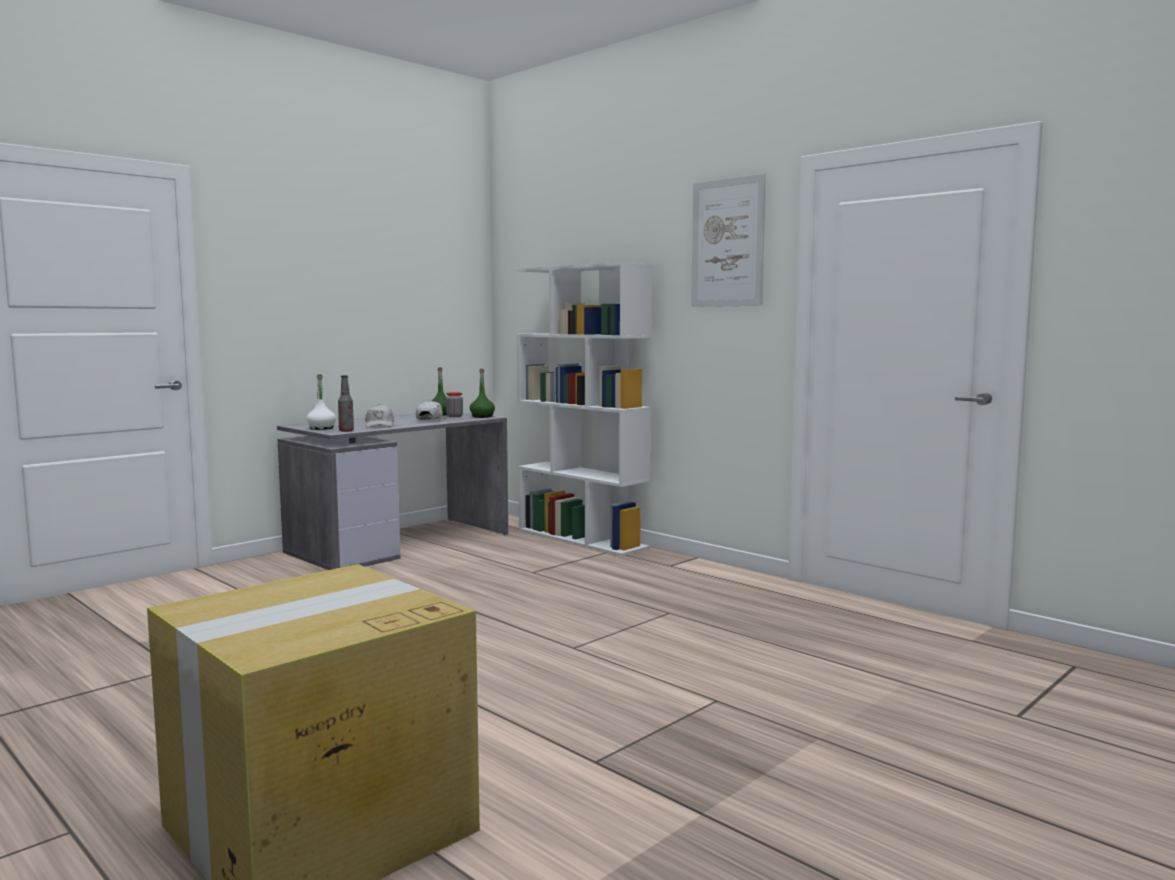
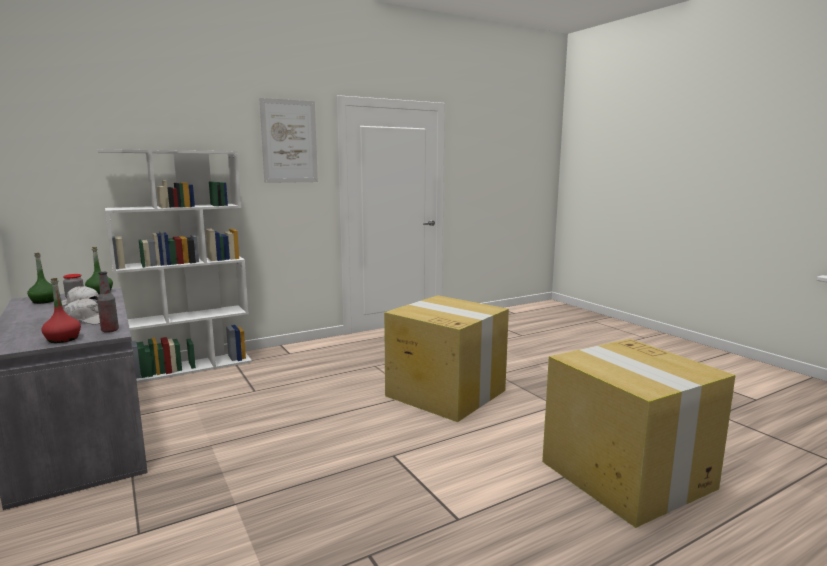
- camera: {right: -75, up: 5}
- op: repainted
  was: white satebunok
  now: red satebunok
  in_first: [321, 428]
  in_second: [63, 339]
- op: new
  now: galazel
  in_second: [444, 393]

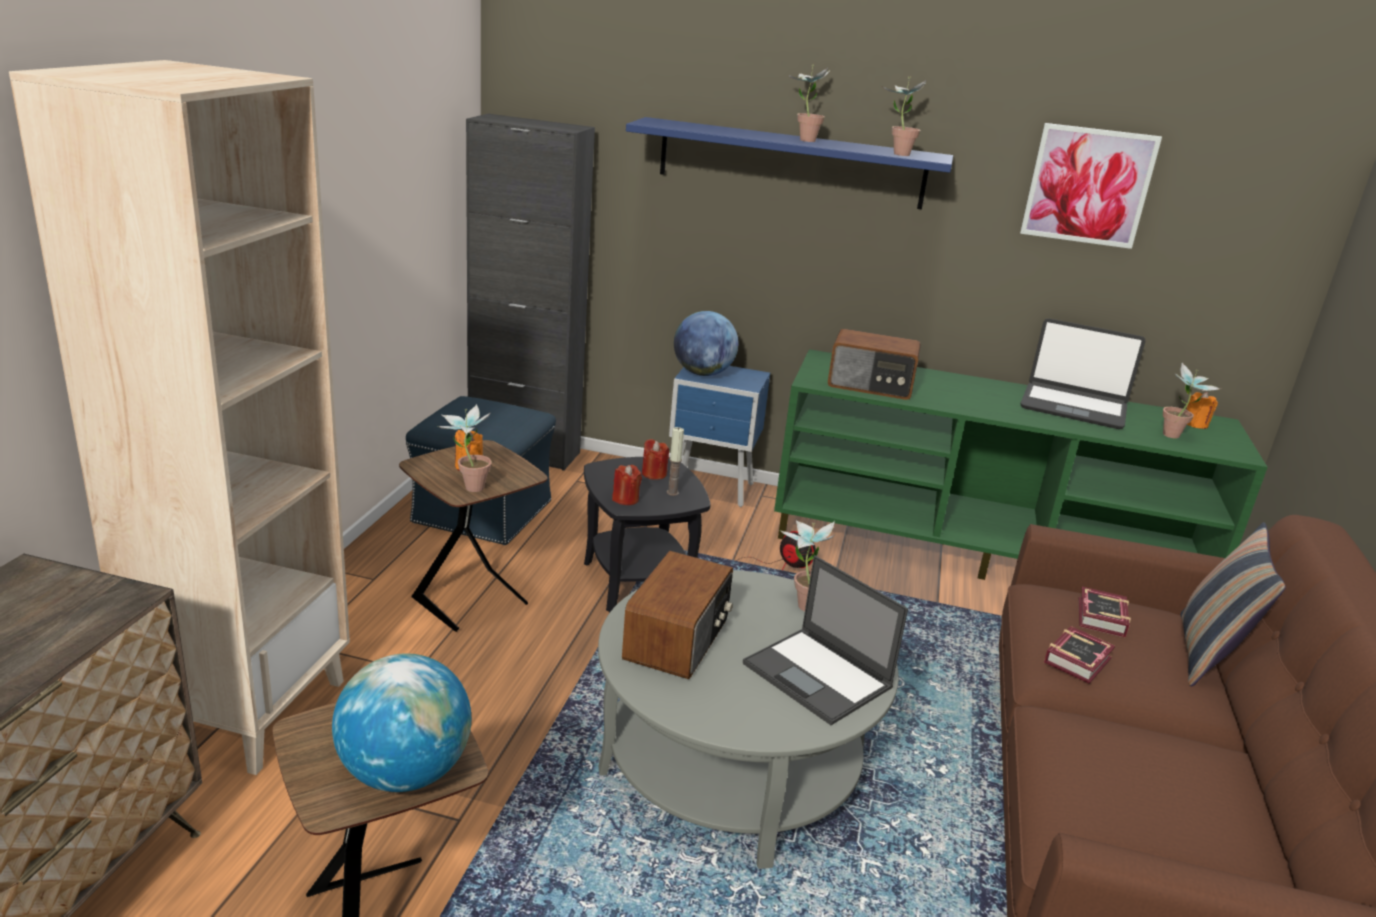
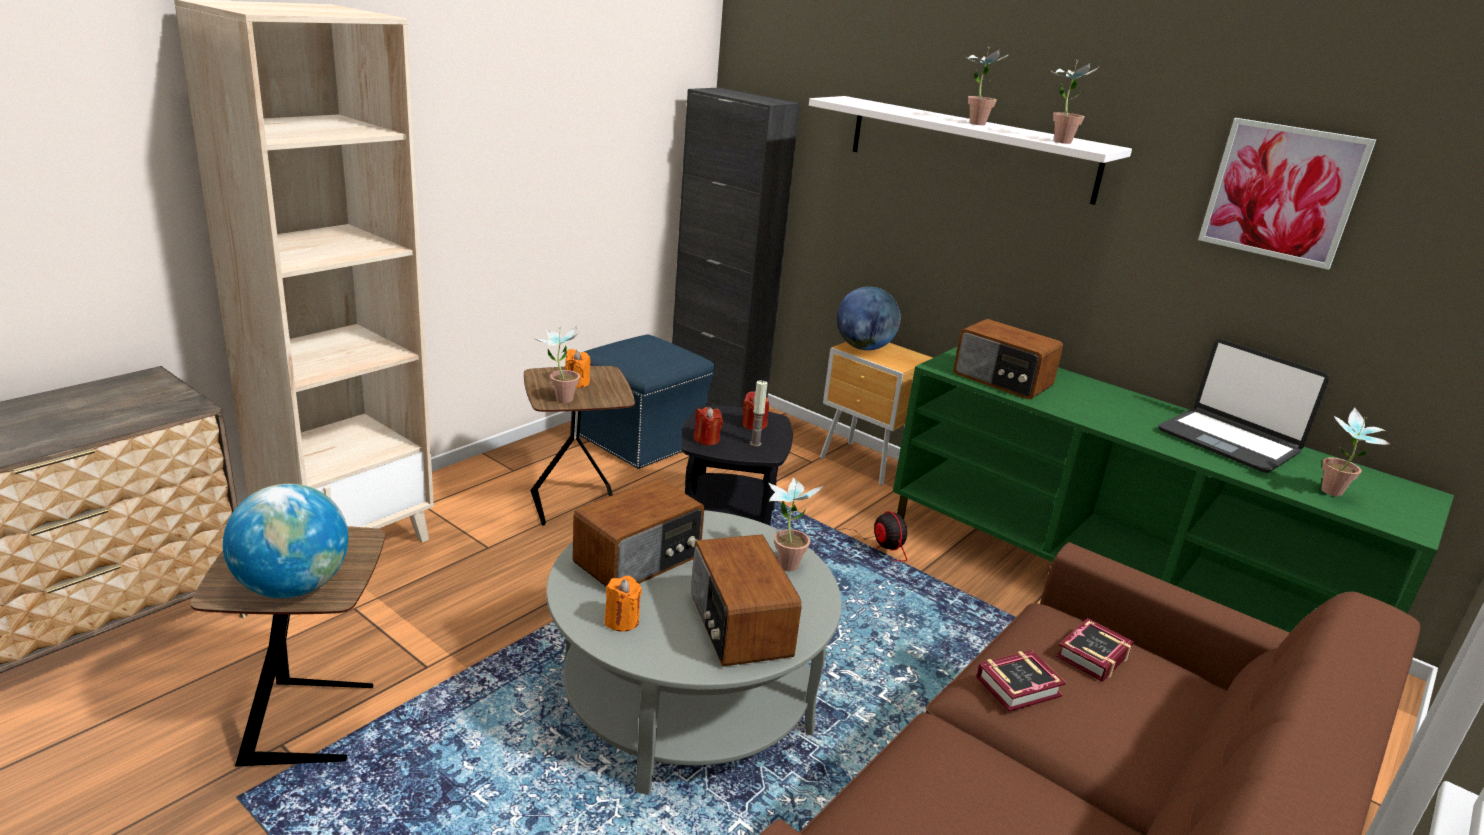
- camera: {right: 25, up: 0}
- op: repainted
  was: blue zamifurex
  now: white zamifurex
  in_first: [791, 163]
  in_second: [970, 148]
- op: repainted
  was: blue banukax
  now: brown banukax
  in_first: [712, 490]
  in_second: [865, 465]
- op: shifted
  was: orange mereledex
  in_first: [1195, 424]
  in_second: [621, 621]
- op: gone
  was: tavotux
  in_first: [1207, 654]
- op: swapped
  was: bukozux
  now: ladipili
  in_first: [818, 676]
  in_second: [738, 625]

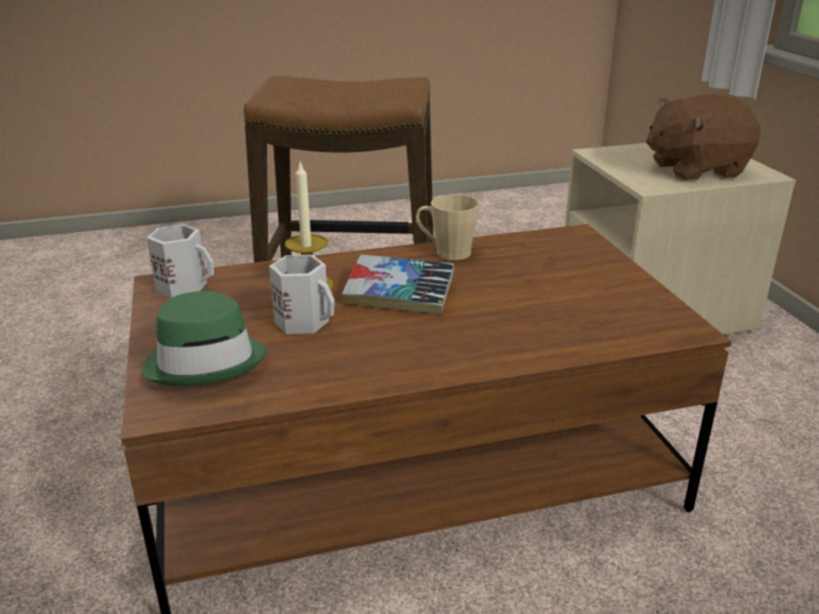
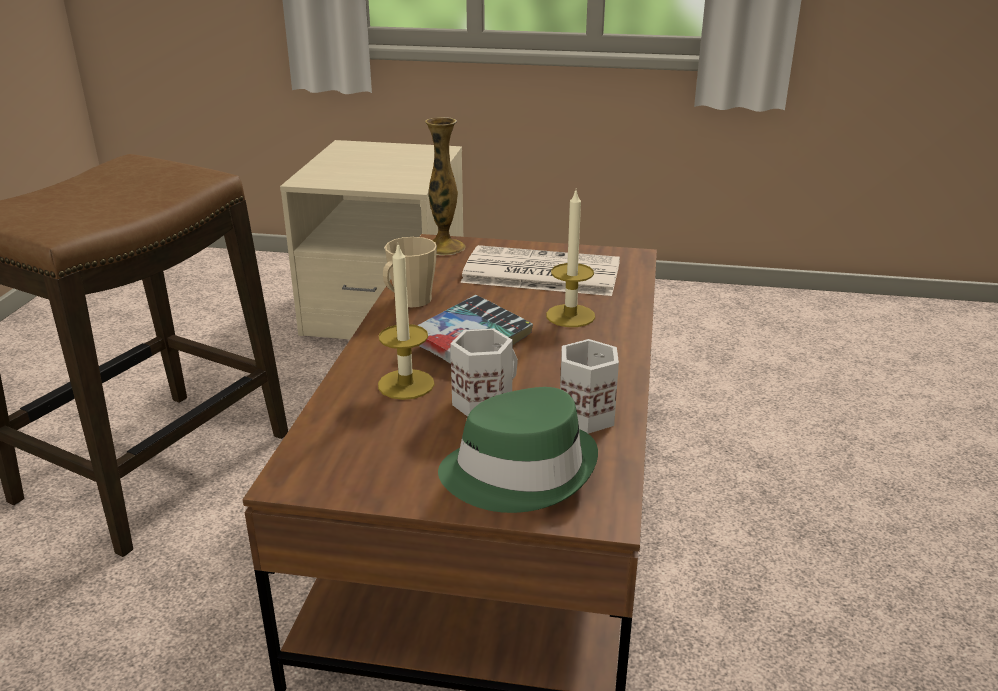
- camera: {right: -65, up: 0}
- op: gone
  was: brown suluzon
  in_first: [695, 169]
- op: shifted
  was: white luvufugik
  in_first: [184, 286]
  in_second: [585, 414]
- op: new
  now: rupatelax
  in_second: [444, 247]
- op: new
  now: mereledex
  in_second: [570, 316]
- op: new
  now: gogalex
  in_second: [539, 273]

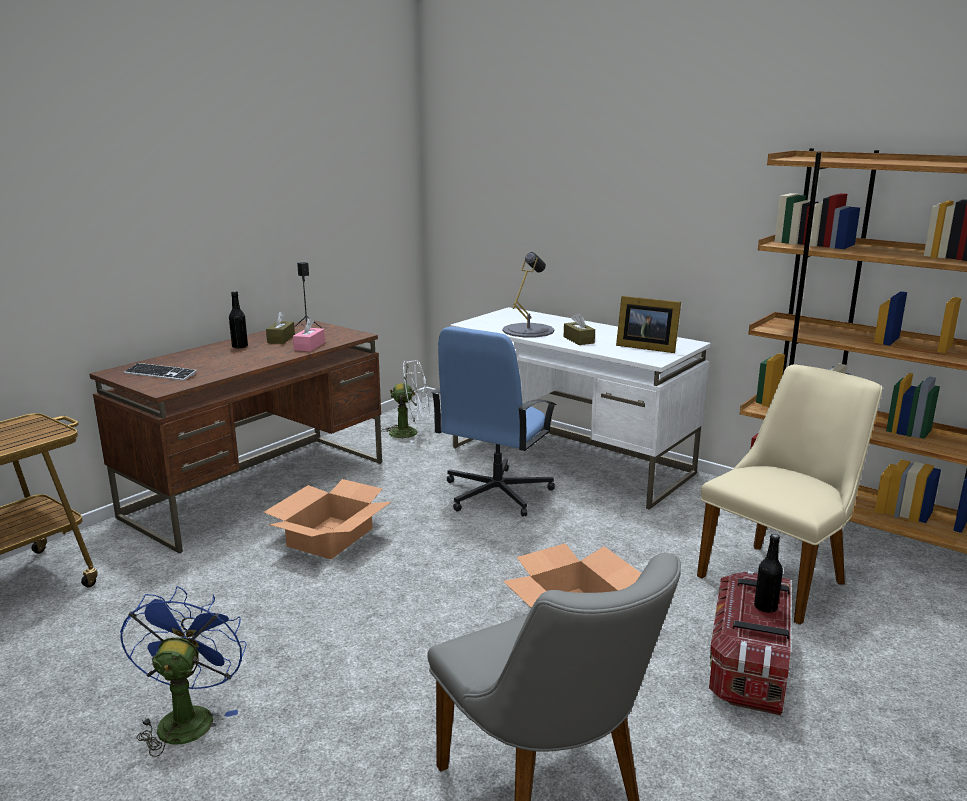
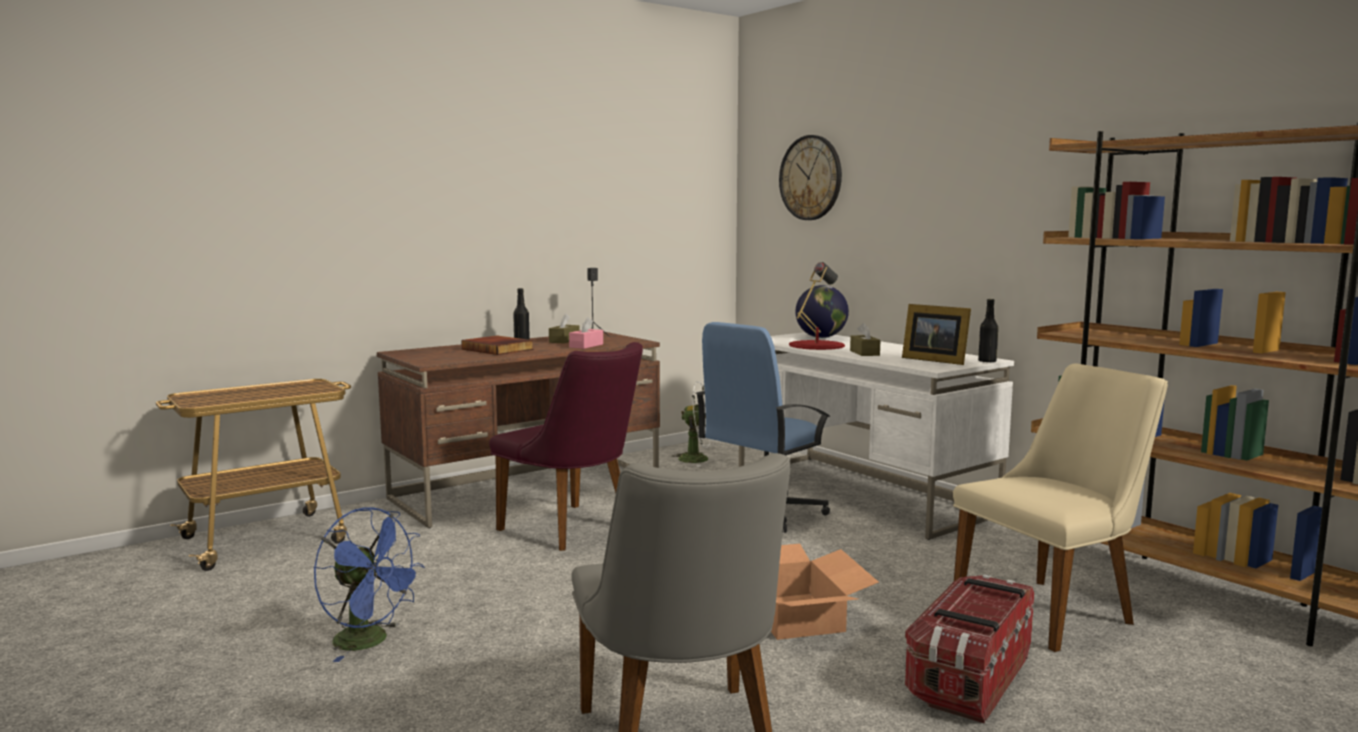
- camera: {right: 15, up: -10}
- op: repainted
  was: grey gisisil
  now: red gisisil
  in_first: [528, 330]
  in_second: [816, 345]
- op: gone
  was: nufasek
  in_first: [160, 374]
- op: swapped
  was: galazel
  now: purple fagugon
  in_first: [330, 537]
  in_second: [575, 530]
- op: shifted
  was: black satebunok
  in_first: [765, 607]
  in_second: [987, 361]
- op: rotated
  was: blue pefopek
  in_first: [187, 717]
  in_second: [370, 642]
  clockwise: 105
- op: new
  now: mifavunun
  in_second: [811, 178]
- op: new
  now: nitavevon
  in_second: [821, 337]
- op: new
  now: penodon
  in_second: [499, 349]

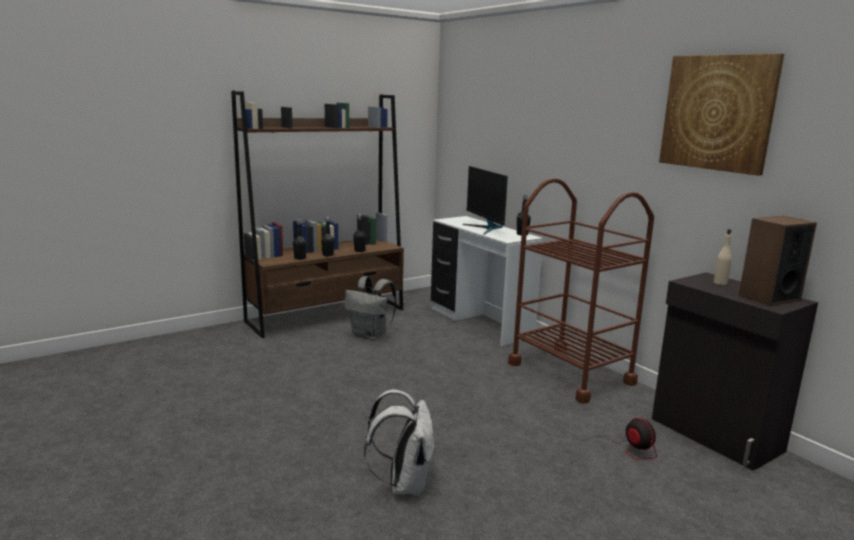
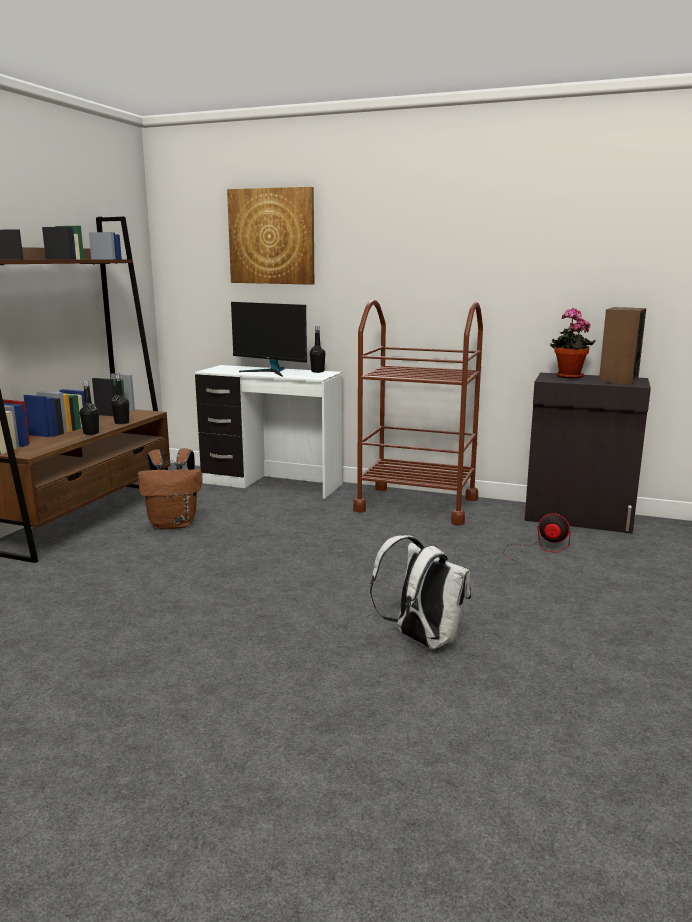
- camera: {right: -35, up: 0}
- op: shifted
  was: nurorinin
  in_first: [718, 113]
  in_second: [272, 236]
- op: gone
  was: black satebunok
  in_first: [300, 258]
- op: swapped
  was: beige satebunok
  now: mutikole
  in_first: [720, 283]
  in_second: [568, 377]
- op: repainted
  was: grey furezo
  now: brown furezo
  in_first: [370, 335]
  in_second: [174, 524]

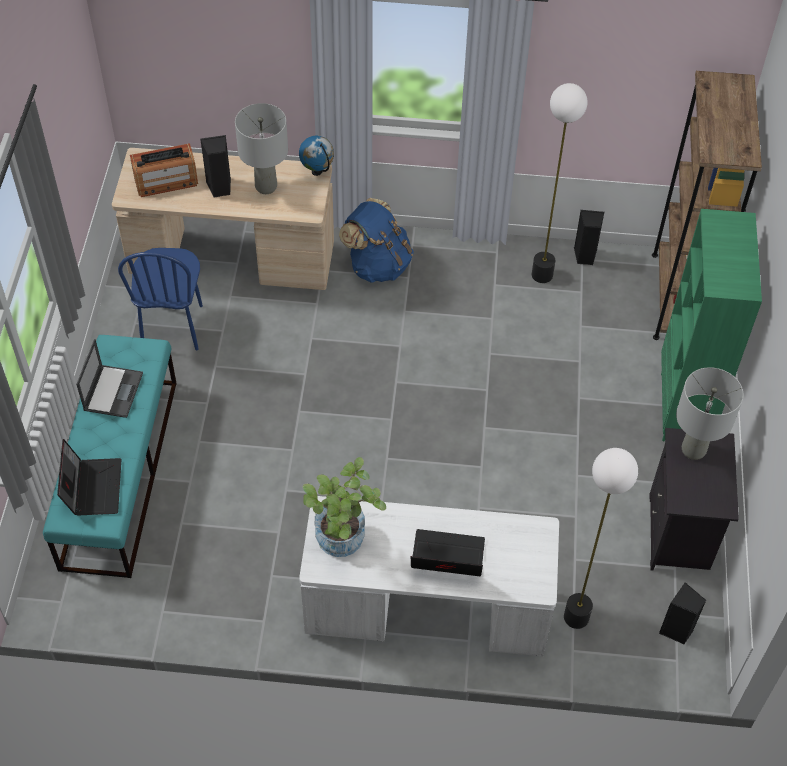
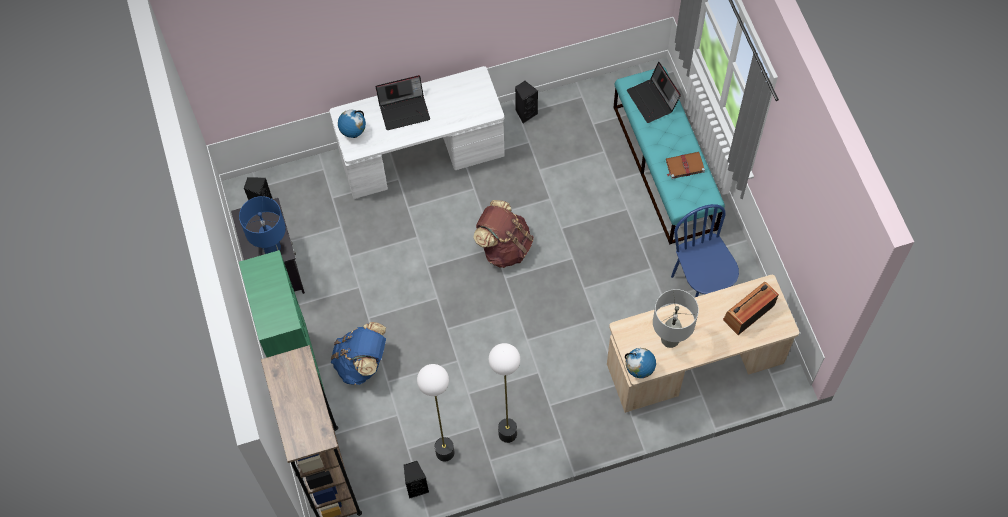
- camera: {right: 160, up: 10}
- op: shifted
  was: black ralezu
  in_first: [219, 188]
  in_second: [525, 113]
- op: shifted
  was: blue furezo
  in_first: [377, 264]
  in_second: [362, 363]
- op: swapped
  was: bukozux
  now: brown penodon
  in_first: [113, 391]
  in_second: [684, 166]
- op: repainted
  was: grey gisisil
  now: blue gisisil
  in_first: [694, 450]
  in_second: [271, 248]
- op: shifted
  was: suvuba
  in_first: [576, 617]
  in_second: [507, 434]
- op: gone
  was: mutikole
  in_first: [342, 543]
- op: new
  now: nitavevon
  in_second: [353, 134]
- op: new
  now: brown furezo
  in_second: [504, 247]

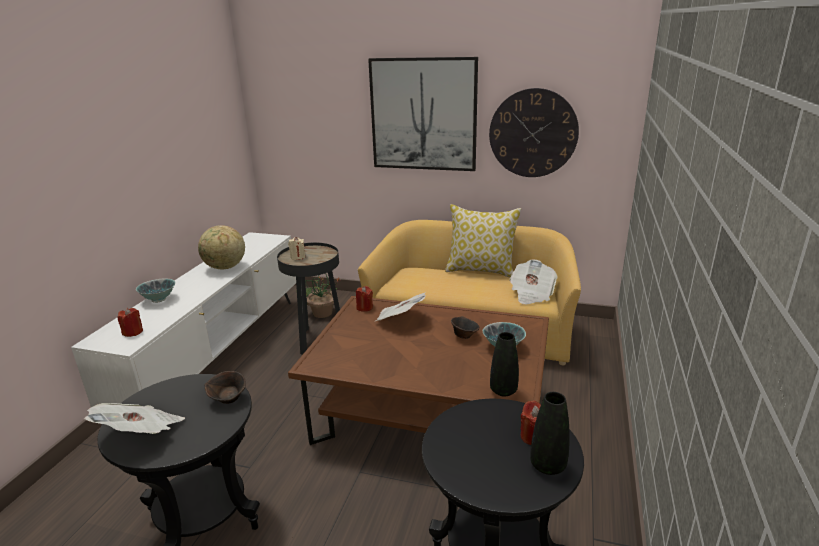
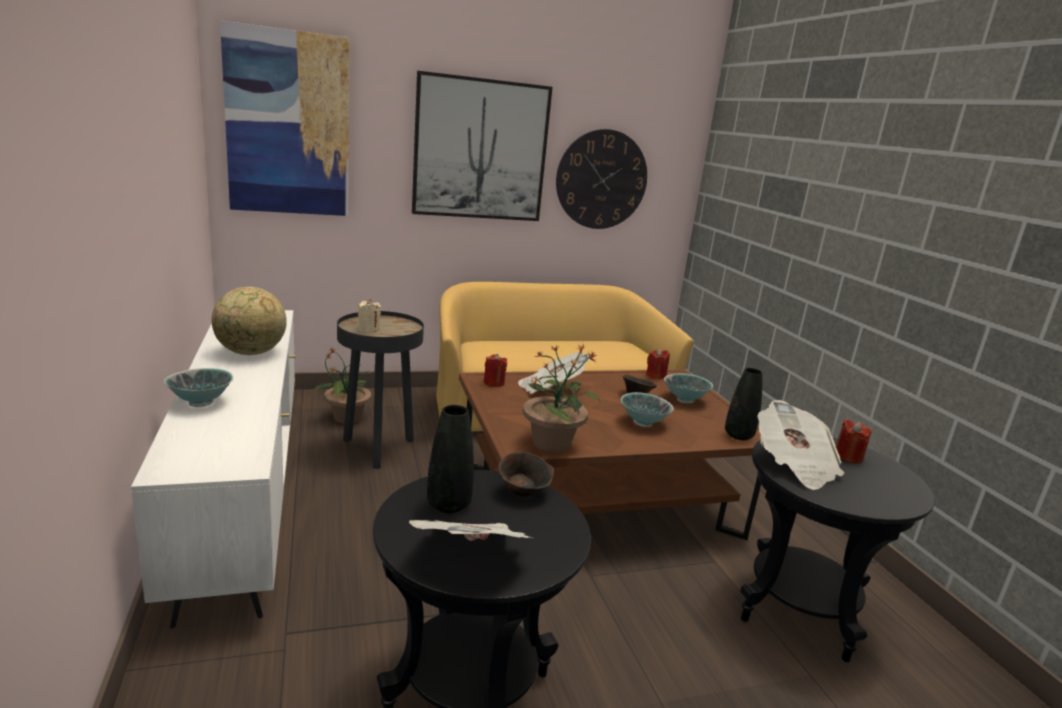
- camera: {right: -35, up: -5}
- op: gone
  was: tavotux
  in_first: [481, 270]
- op: shifted
  was: gogalex
  in_first: [531, 294]
  in_second: [794, 466]
- op: shifted
  was: red mereledex
  in_first: [133, 332]
  in_second: [655, 376]
- op: shifted
  was: black rupatelax
  in_first: [548, 466]
  in_second: [448, 505]
- op: new
  now: nurorinin
  in_second: [288, 124]
- op: new
  now: mutikole
  in_second: [552, 442]
- op: new
  now: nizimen
  in_second: [643, 423]

